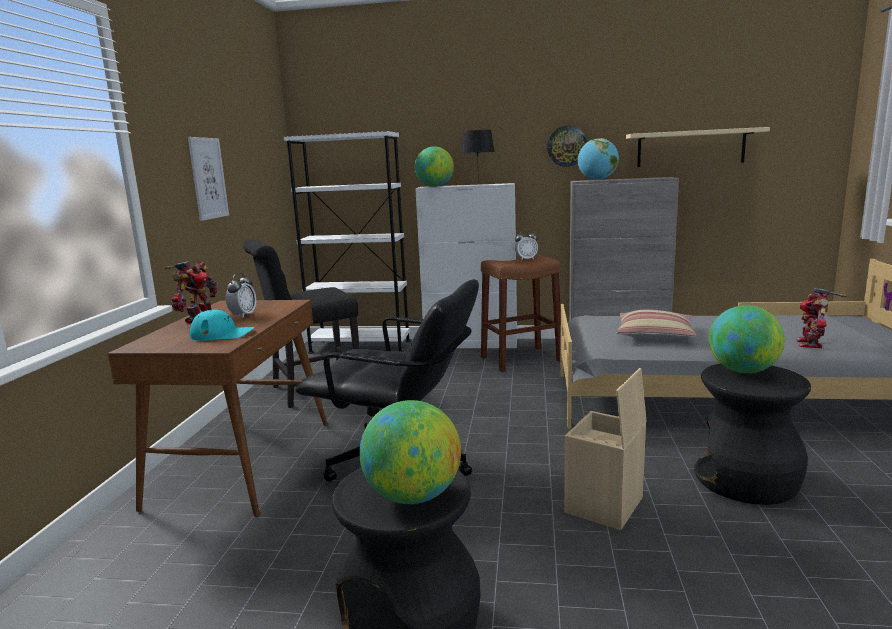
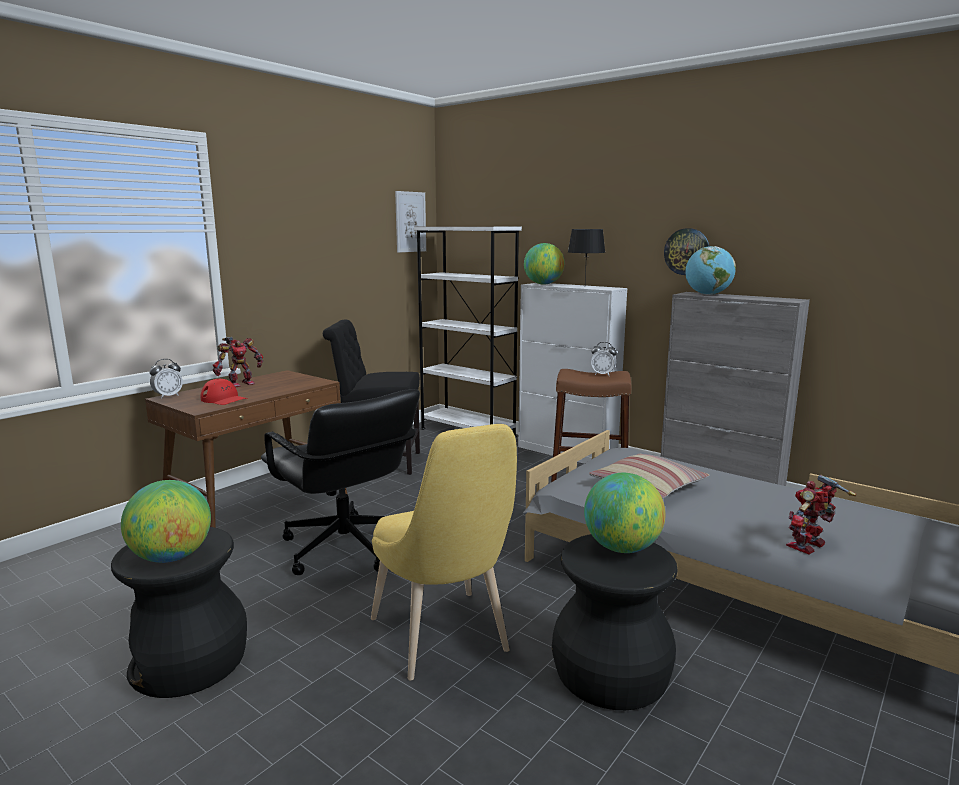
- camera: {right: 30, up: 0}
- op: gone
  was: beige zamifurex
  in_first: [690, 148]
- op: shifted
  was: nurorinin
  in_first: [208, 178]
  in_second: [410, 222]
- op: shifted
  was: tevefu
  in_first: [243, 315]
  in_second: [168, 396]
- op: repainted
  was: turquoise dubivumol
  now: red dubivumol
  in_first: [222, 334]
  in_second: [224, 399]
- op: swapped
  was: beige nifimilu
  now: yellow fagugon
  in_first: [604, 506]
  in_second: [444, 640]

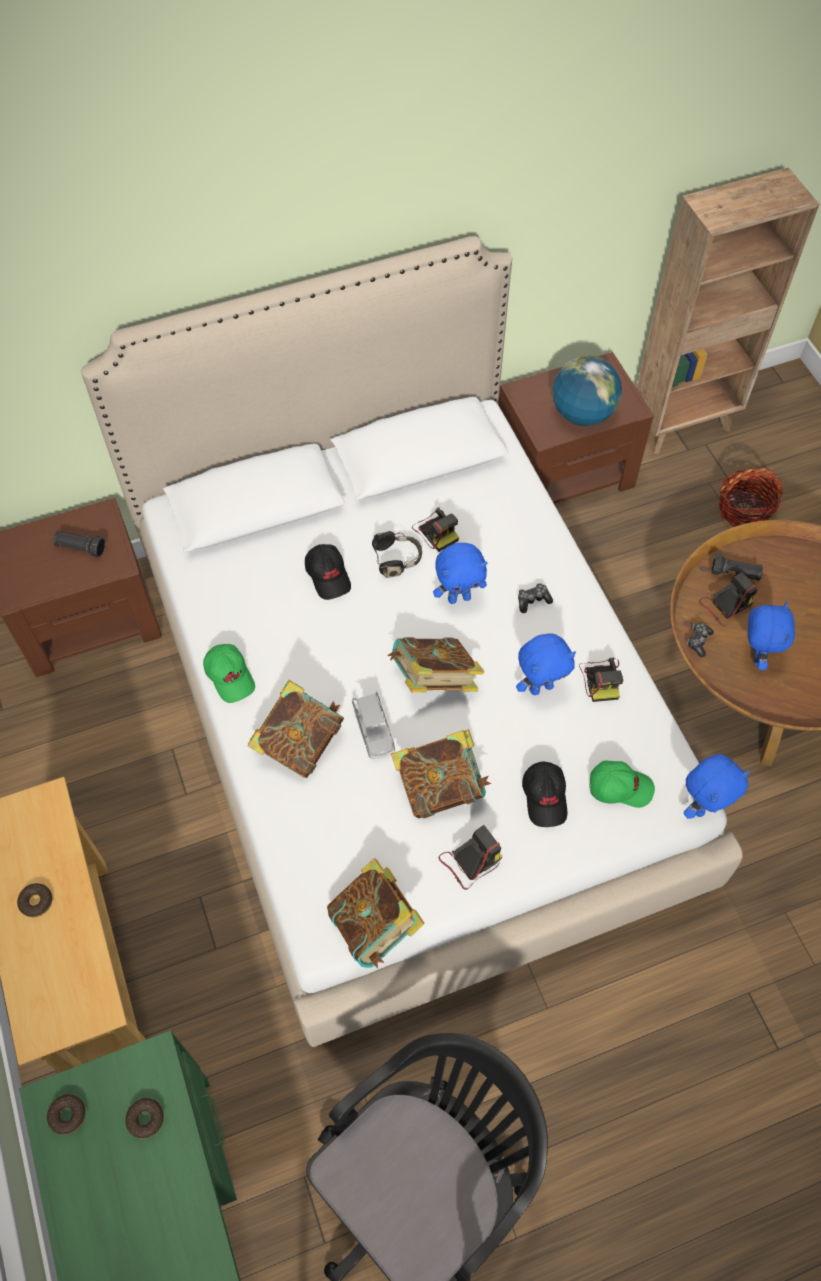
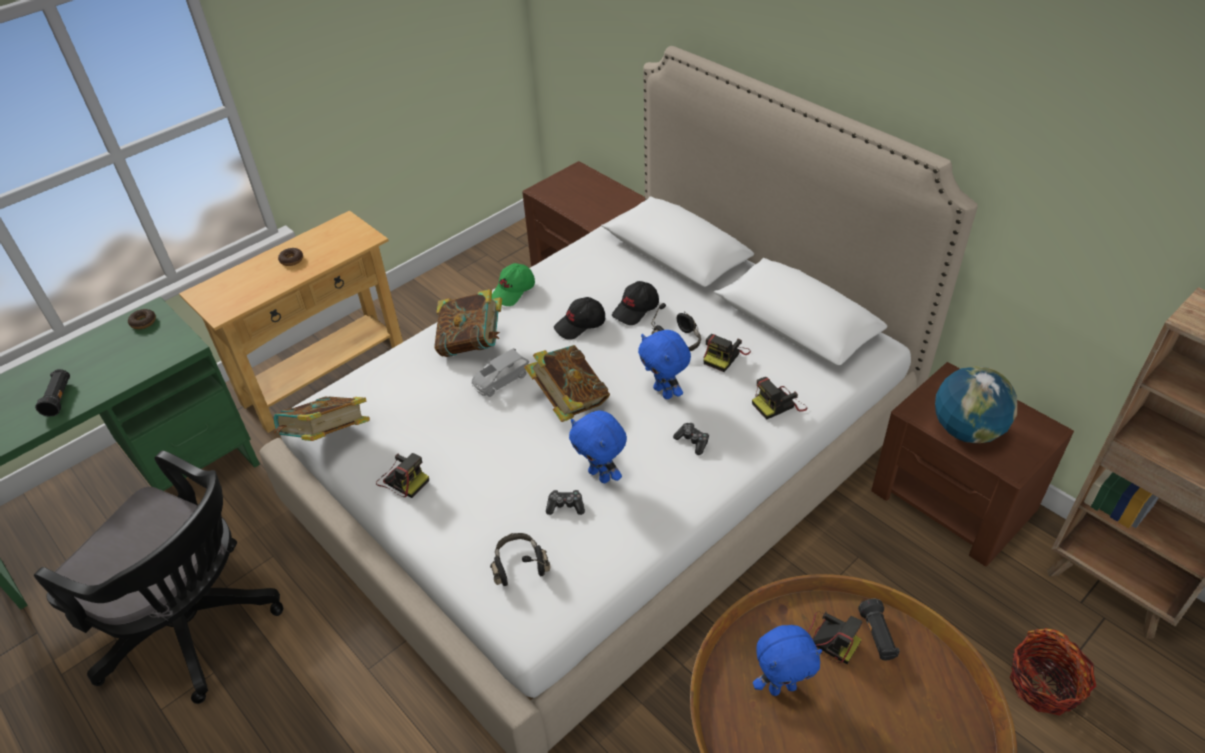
- camera: {right: 70, up: -15}
- op: shifted
  was: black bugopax
  in_first: [80, 548]
  in_second: [59, 398]
- op: shifted
  was: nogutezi
  in_first: [698, 641]
  in_second: [565, 506]
- op: shifted
  was: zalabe
  in_first: [601, 679]
  in_second: [778, 404]
- op: gone
  was: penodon
  in_first: [440, 786]
- op: gone
  was: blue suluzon
  in_first: [703, 806]
- op: swapped
  was: green dubivumol
  now: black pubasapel
  in_first: [619, 787]
  in_second: [519, 565]
- op: shifted
  was: black dubivumol
  in_first: [545, 797]
  in_second: [580, 325]
- op: gone
  was: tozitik
  in_first: [146, 1119]

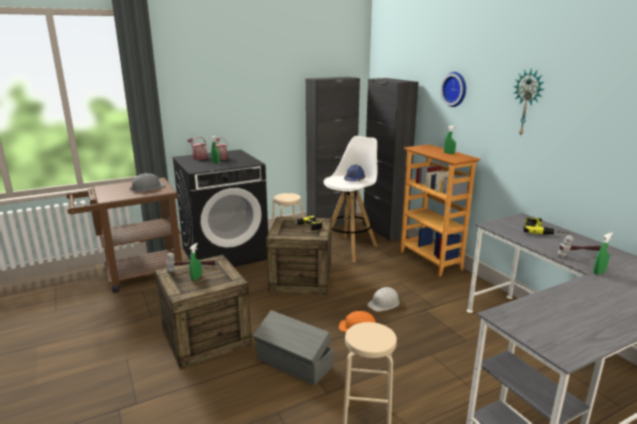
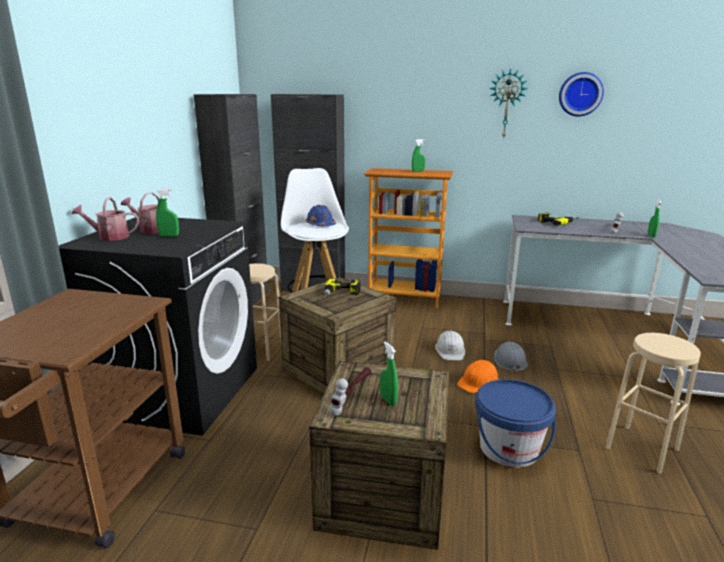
- camera: {right: -50, up: 0}
- op: shifted
  was: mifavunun
  in_first: [455, 89]
  in_second: [580, 94]
- op: shifted
  was: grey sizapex
  in_first: [147, 188]
  in_second: [509, 361]
- op: swapped
  was: grey nifimilu
  now: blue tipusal
  in_first: [294, 364]
  in_second: [509, 448]

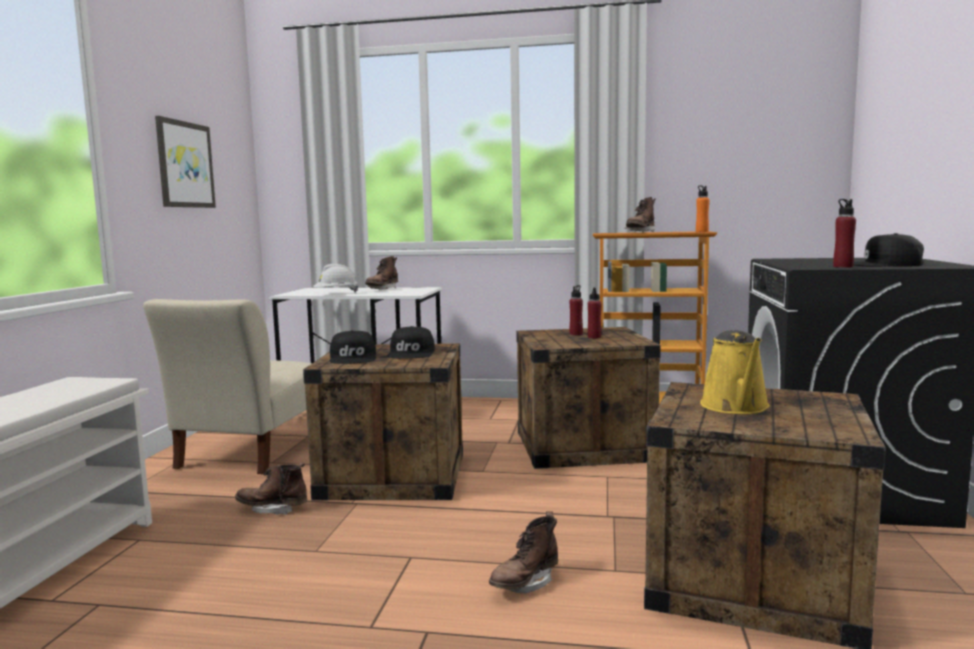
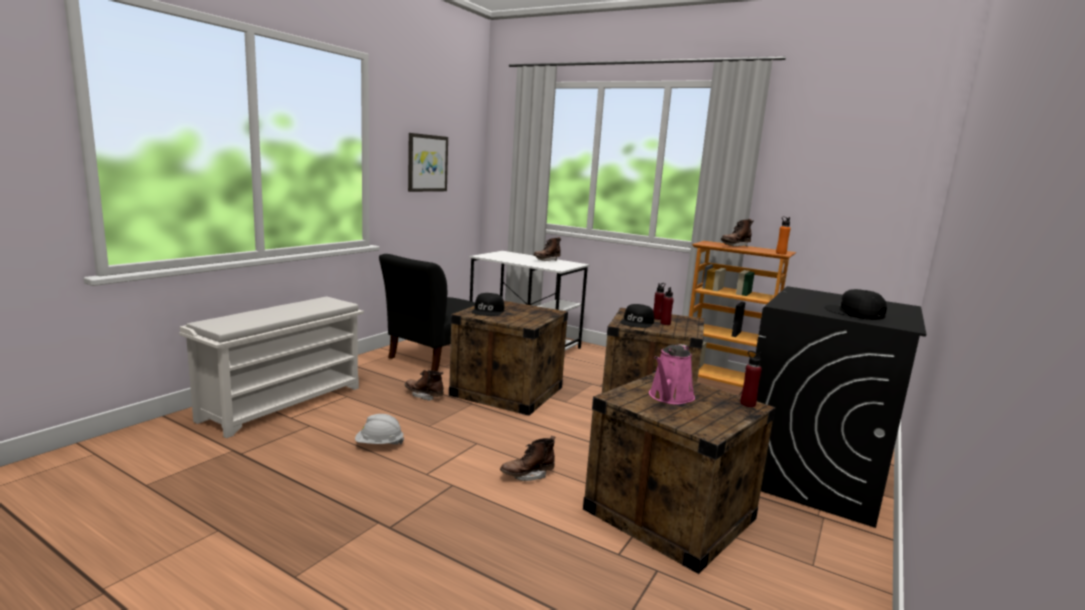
- camera: {right: 20, up: 5}
- op: shifted
  was: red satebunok
  in_first: [843, 266]
  in_second: [747, 404]
- op: shifted
  was: white sizapex
  in_first: [336, 293]
  in_second: [379, 444]
- op: repainted
  was: beige fagugon
  now: black fagugon
  in_first: [248, 453]
  in_second: [435, 357]
- op: shifted
  was: black dubivumol
  in_first: [412, 353]
  in_second: [637, 322]
- op: repainted
  was: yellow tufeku
  now: pink tufeku
  in_first: [736, 407]
  in_second: [670, 397]

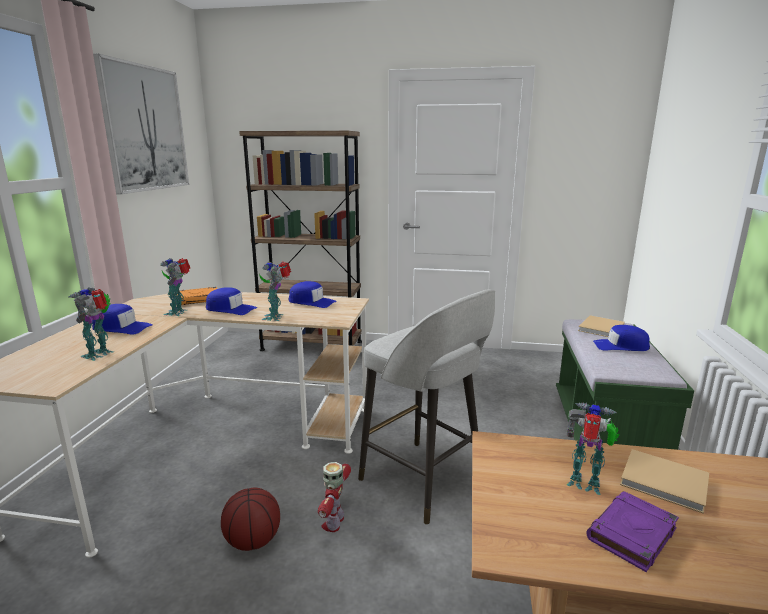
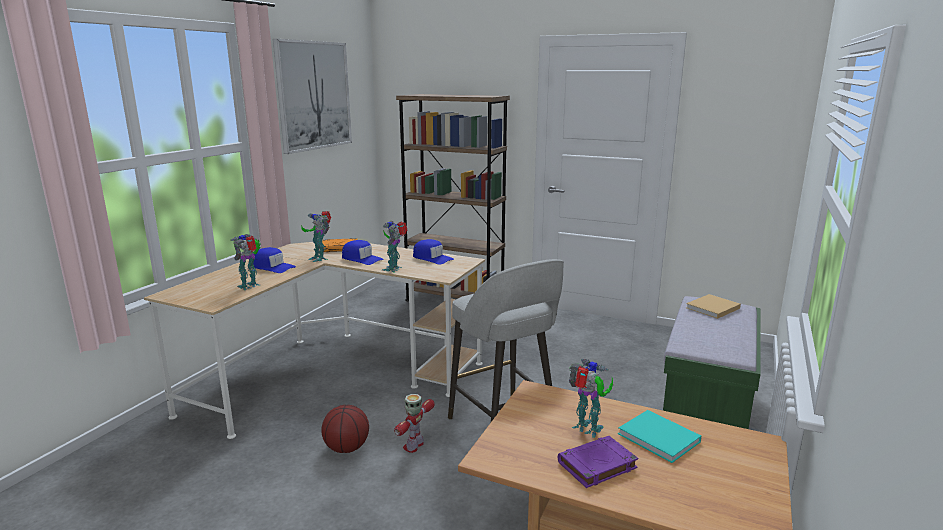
- camera: {right: 15, up: 0}
- op: rotated
  was: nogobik
  in_first: [178, 312]
  in_second: [319, 258]
  clockwise: -60
- op: gone
  was: blue dubivumol
  in_first: [621, 346]
- op: repainted
  was: beige penodon
  now: turquoise penodon
  in_first: [667, 483]
  in_second: [660, 439]

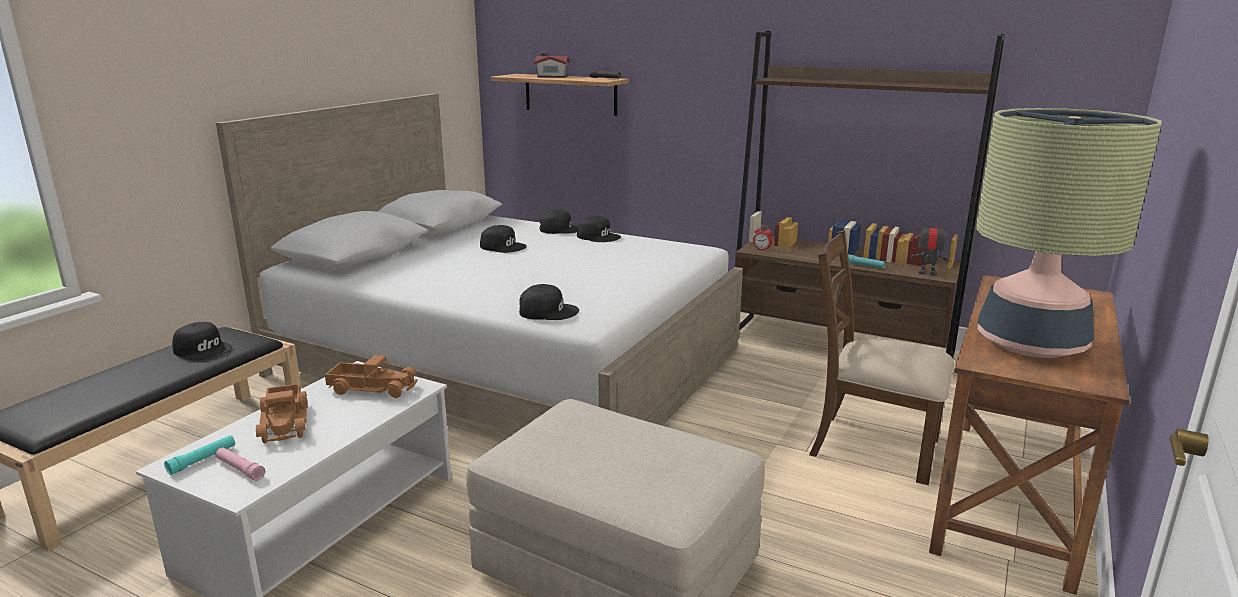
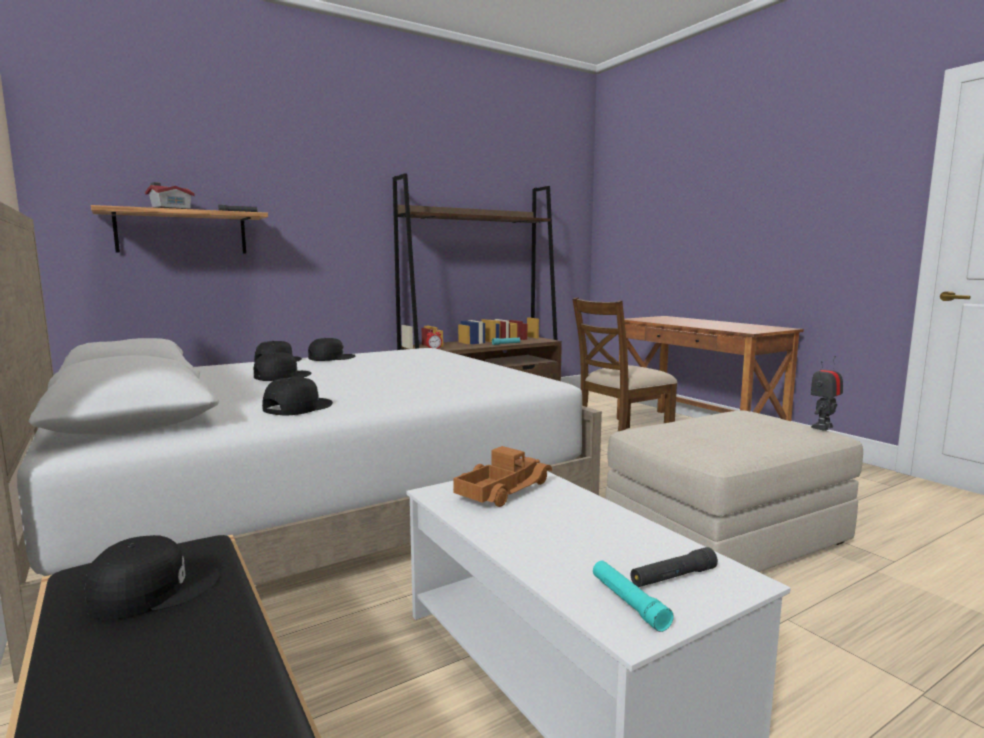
- camera: {right: -60, up: -10}
- op: gone
  was: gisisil
  in_first: [1030, 343]
- op: shifted
  was: nogobik
  in_first: [927, 273]
  in_second: [822, 427]
- op: shifted
  was: black dubivumol
  in_first: [548, 311]
  in_second: [297, 407]
- op: gone
  was: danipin
  in_first: [286, 422]
- op: repainted
  was: pink bugopax
  now: black bugopax
  in_first: [240, 469]
  in_second: [673, 577]

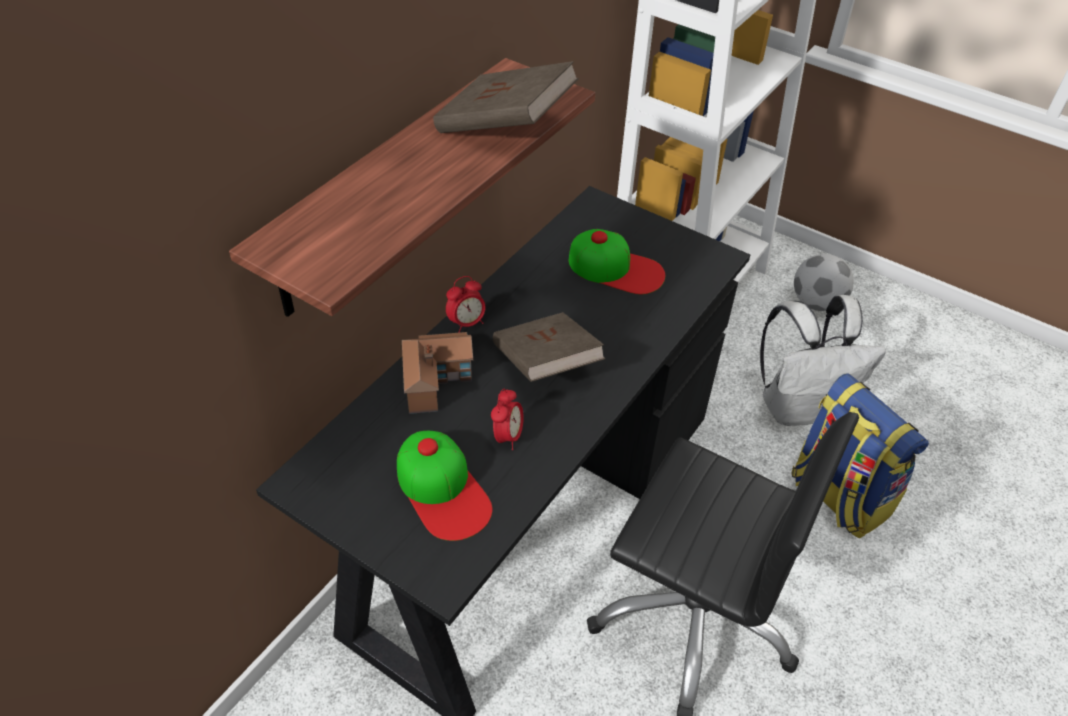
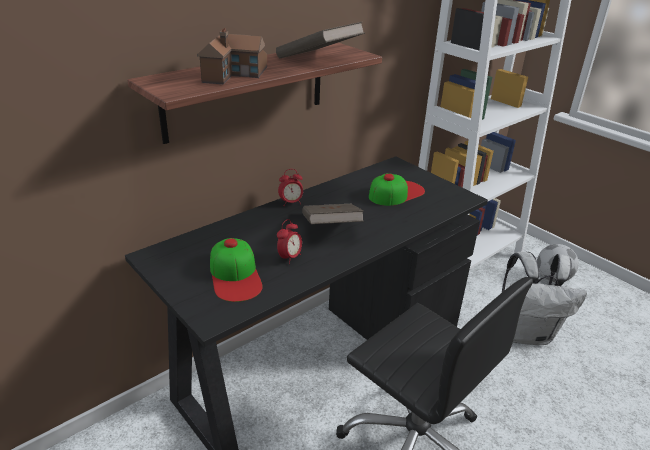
- camera: {right: 15, up: -15}
- op: rotated
  was: dubivumol
  in_first: [616, 268]
  in_second: [396, 193]
  clockwise: -75
- op: shifted
  was: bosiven
  in_first: [437, 377]
  in_second: [235, 74]
- op: gone
  was: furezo
  in_first: [837, 496]

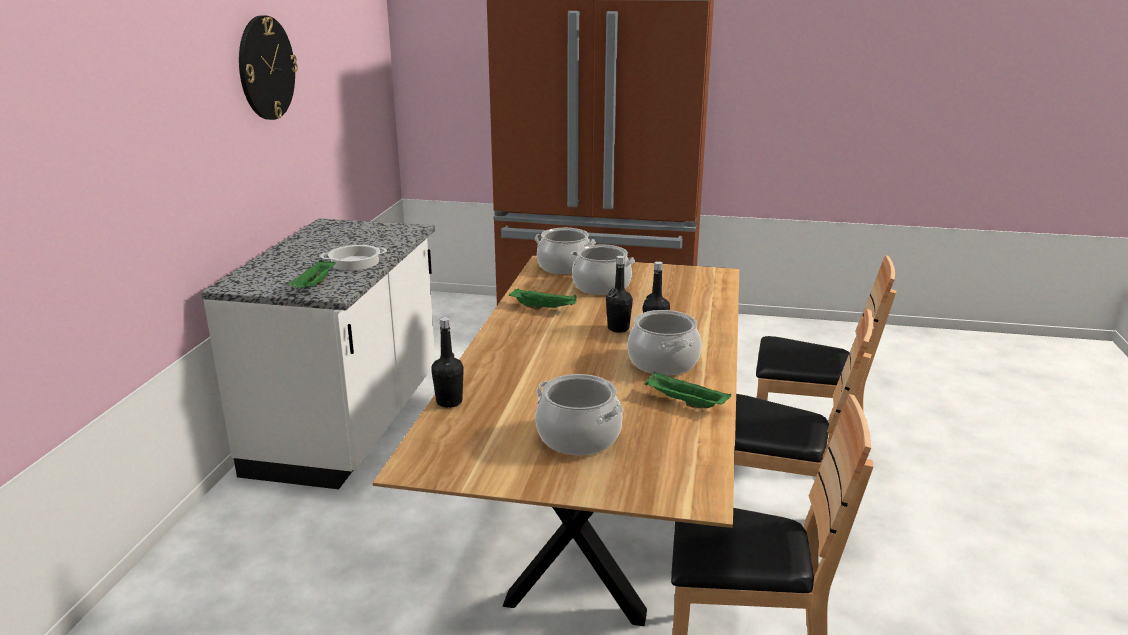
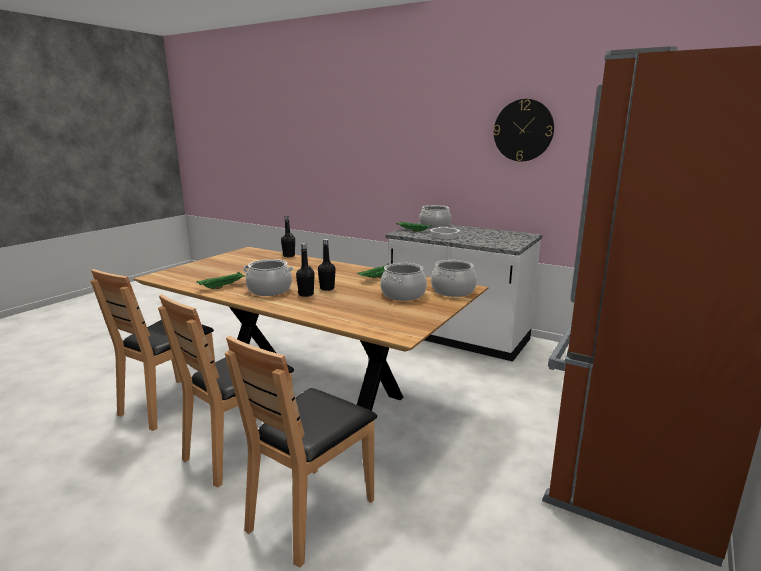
- camera: {right: 110, up: -5}
- op: shifted
  was: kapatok
  in_first: [579, 437]
  in_second: [434, 226]

